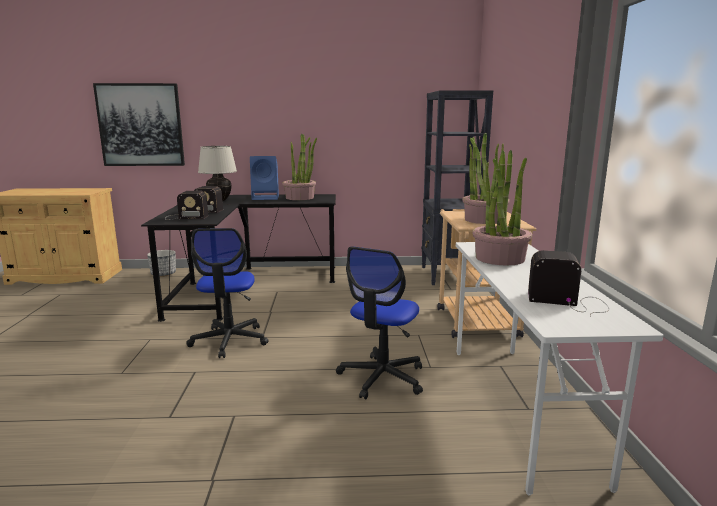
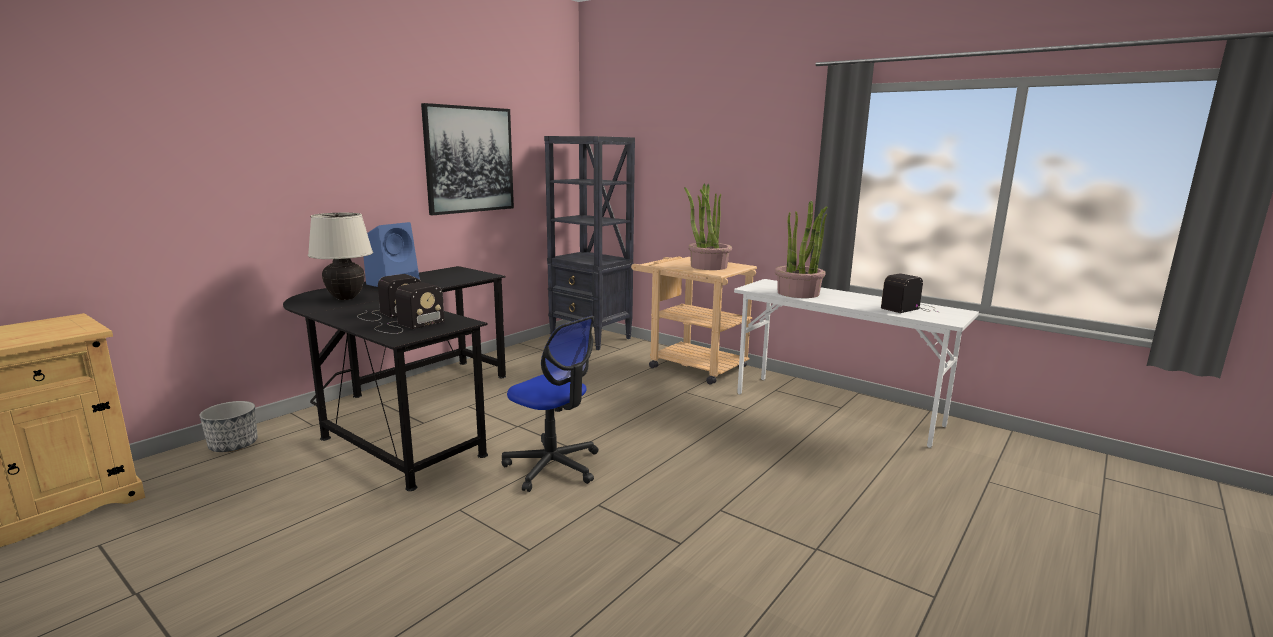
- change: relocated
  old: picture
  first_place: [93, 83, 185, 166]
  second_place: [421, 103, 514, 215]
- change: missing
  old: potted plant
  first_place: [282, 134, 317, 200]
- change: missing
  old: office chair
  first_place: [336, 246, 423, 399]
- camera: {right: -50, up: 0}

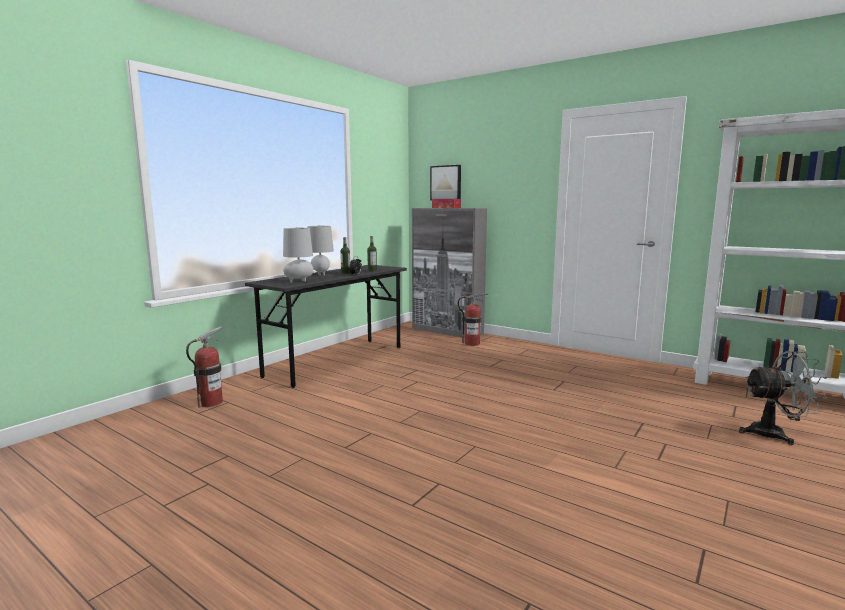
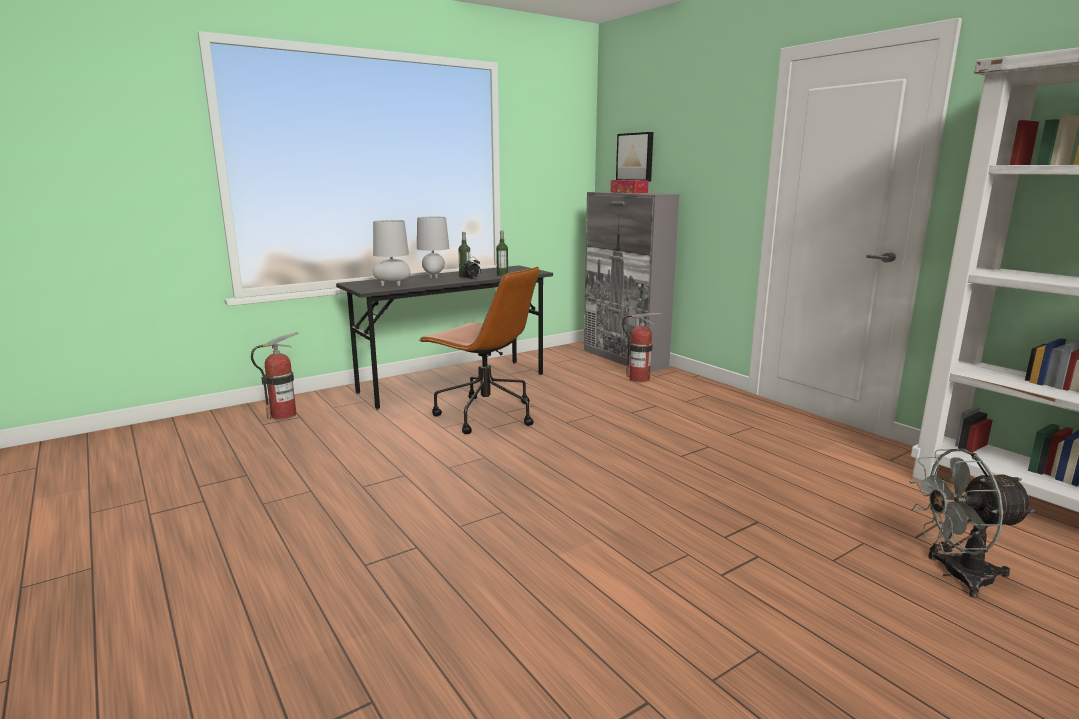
- change: spun
  old: grey fan
  first_place: [739, 351, 827, 445]
  second_place: [909, 449, 1035, 598]
  degrees: 150
- change: appeared
  new: brown office chair
  second_place: [418, 266, 540, 434]
- camera: {right: 20, up: 5}

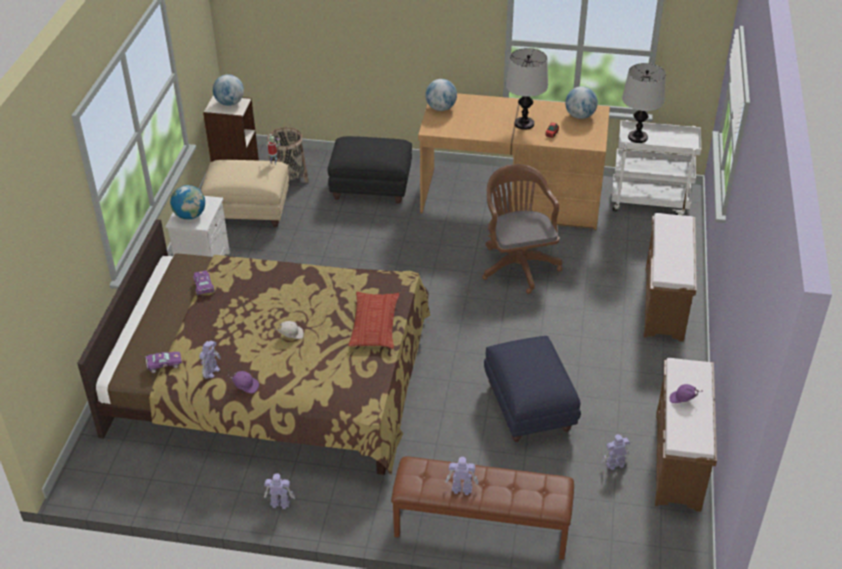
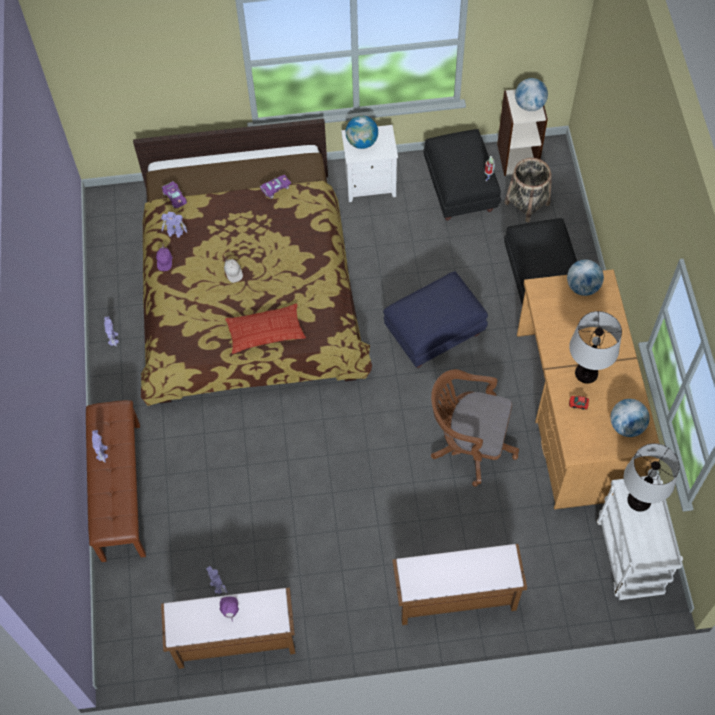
- change: colour
  old: beige ottoman
  new: black ottoman
  first_place: [201, 160, 289, 227]
  second_place: [424, 129, 501, 221]
- change: spun
  old: brown office chair
  first_place: [482, 164, 562, 294]
  second_place: [431, 369, 519, 487]
  degrees: -135
- change: relocated
  old: blue ottoman
  first_place: [484, 336, 581, 442]
  second_place: [383, 271, 488, 368]
- camera: {right: 75, up: 20}

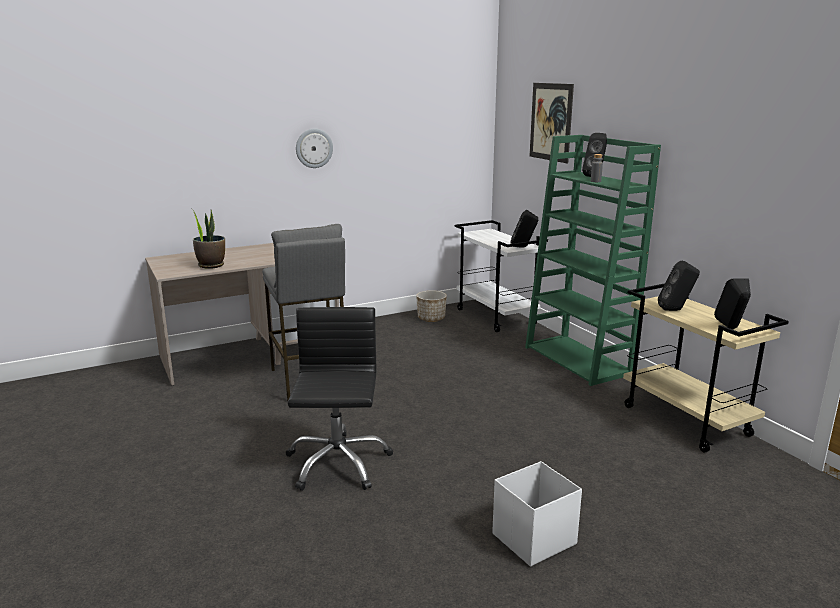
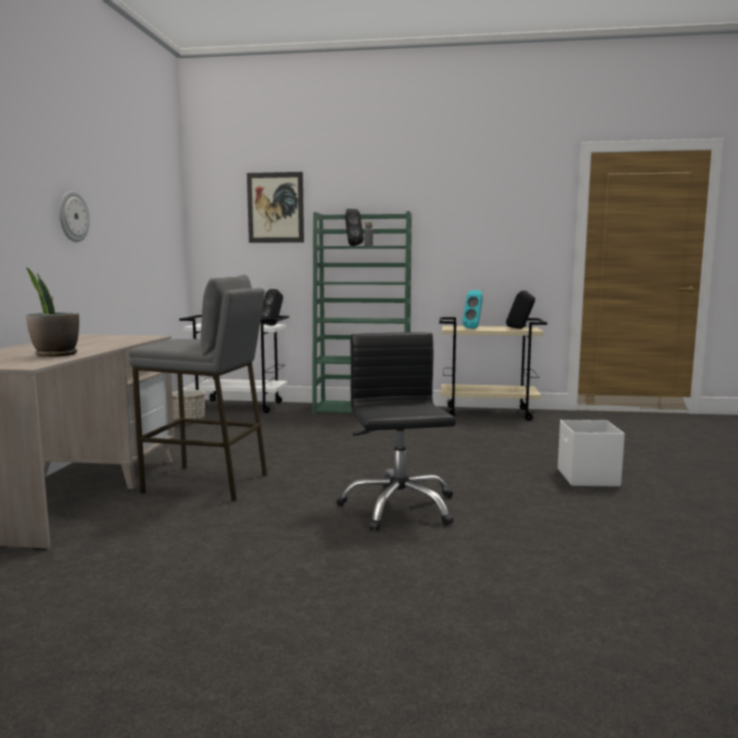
- change: colour
  old: black speaker
  new: turquoise speaker
  first_place: [658, 261, 700, 311]
  second_place: [462, 290, 483, 329]
- change: spun
  old: black office chair
  first_place: [285, 307, 393, 491]
  second_place: [337, 332, 456, 531]
  degrees: 45
- camera: {right: -55, up: -10}

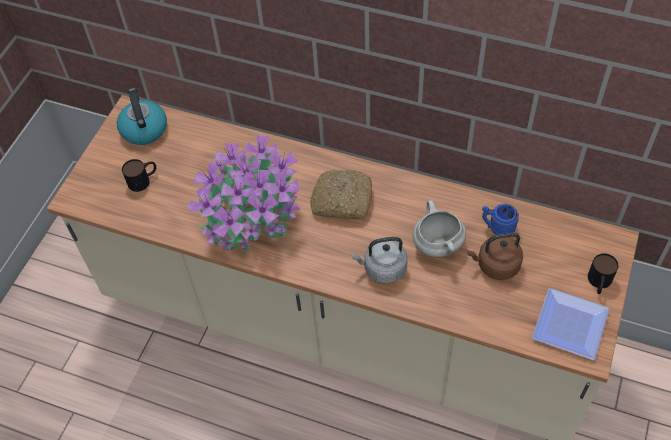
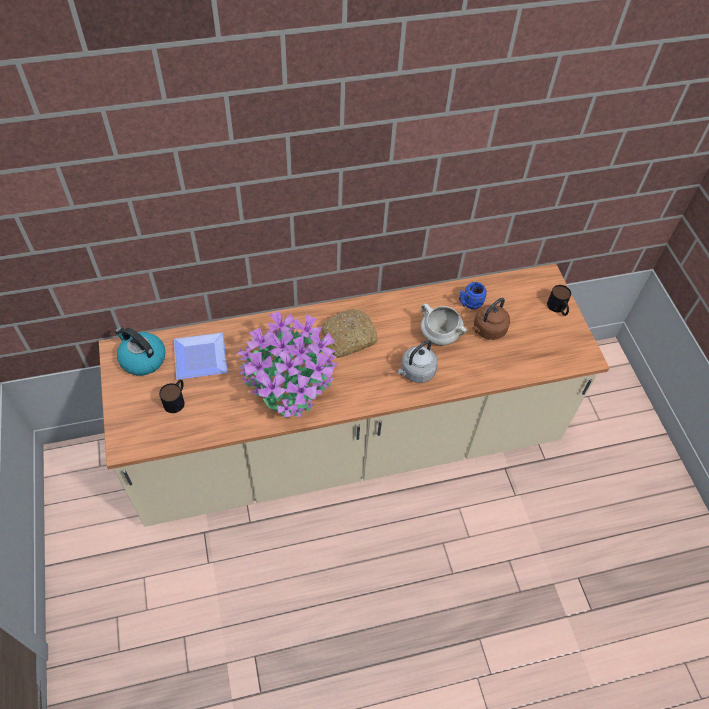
- change: relocated
  old: plate
  first_place: [532, 288, 610, 360]
  second_place: [174, 332, 227, 380]
- camera: {right: -40, up: 0}

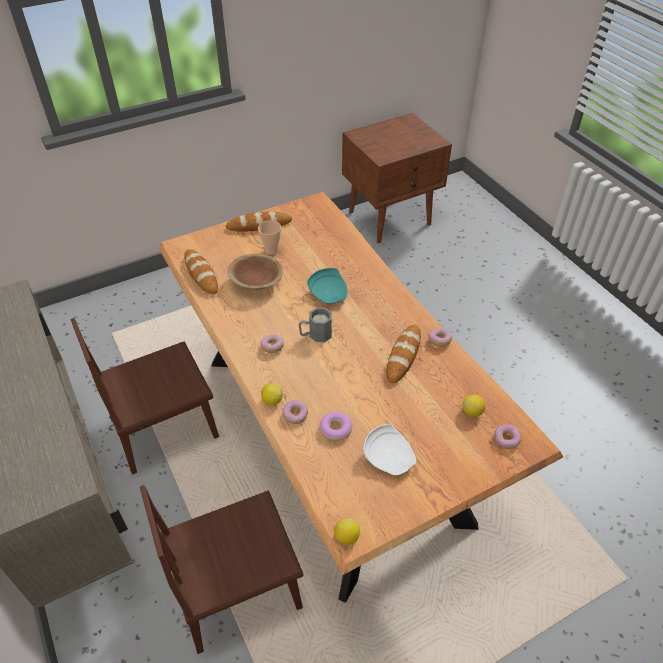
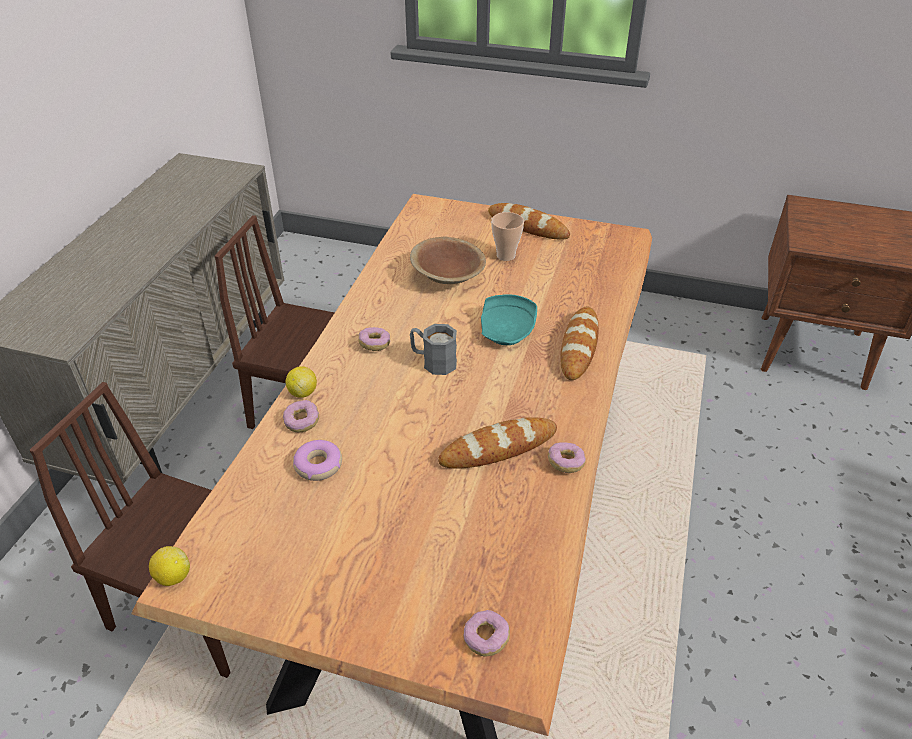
- change: relocated
  old: bread
  first_place: [184, 249, 218, 294]
  second_place: [560, 307, 599, 380]
- change: missing
  old: lemon
  first_place: [462, 395, 485, 417]
- change: missing
  old: white plate
  first_place: [364, 424, 416, 475]
- camera: {right: 45, up: -5}

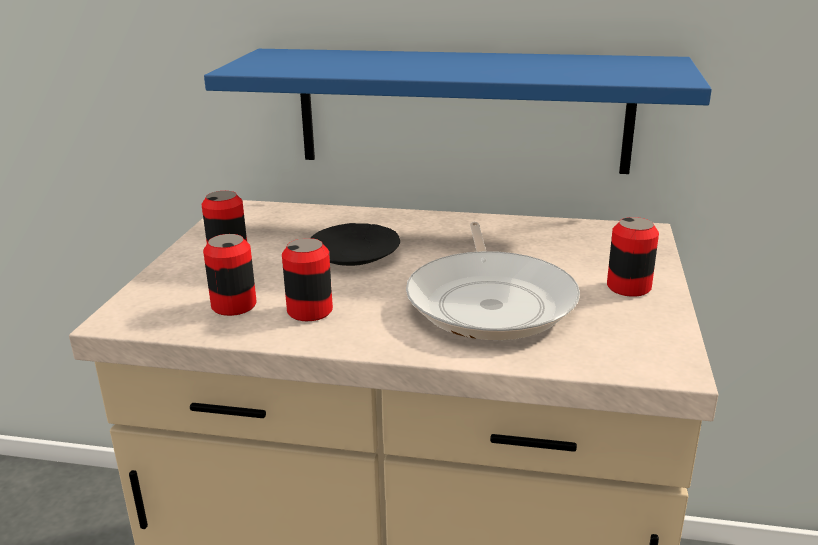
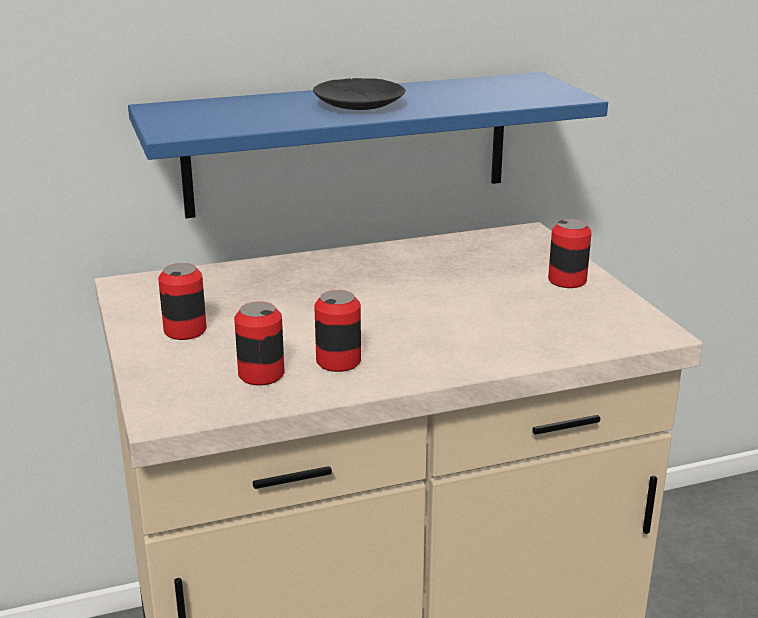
- change: missing
  old: frying pan
  first_place: [406, 222, 580, 340]
- change: relocated
  old: black plate
  first_place: [311, 223, 400, 266]
  second_place: [313, 78, 406, 110]
- camera: {right: -30, up: 0}

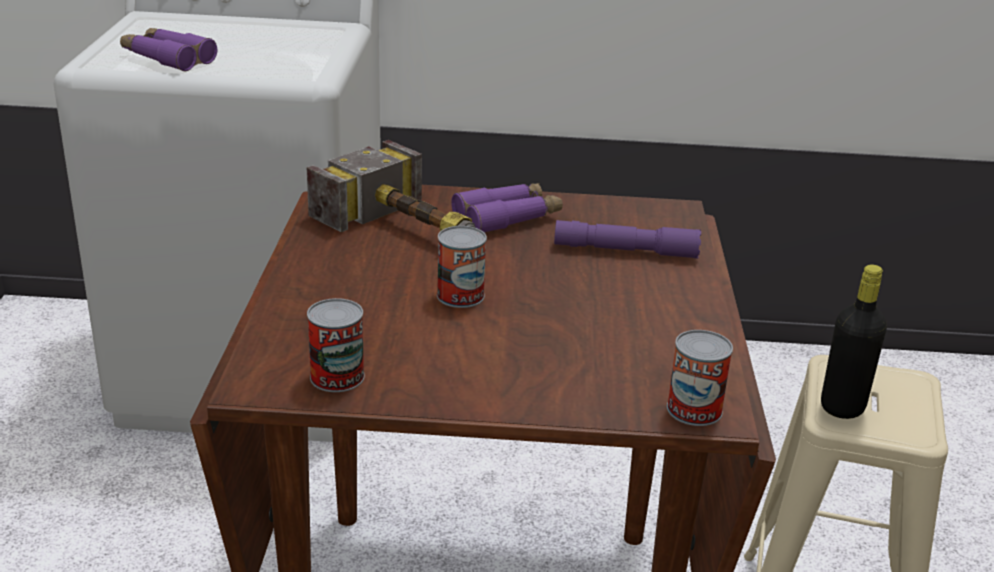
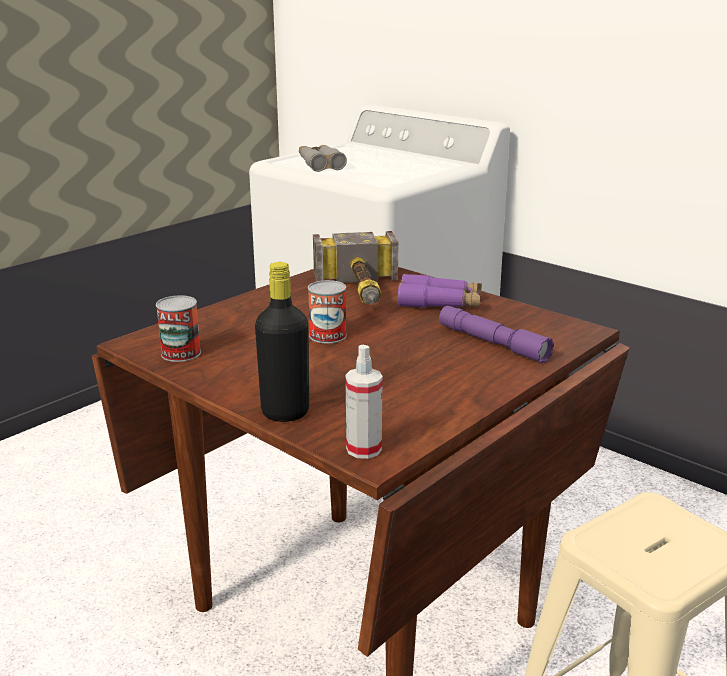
- change: colour
  old: purple binoculars
  new: grey binoculars
  first_place: [120, 28, 217, 71]
  second_place: [299, 145, 347, 172]
- change: relocated
  old: black bottle
  first_place: [821, 265, 887, 419]
  second_place: [255, 262, 309, 422]
- change: exchanged
  old: can
  new: spray bottle
  first_place: [667, 330, 733, 426]
  second_place: [346, 345, 383, 459]
- camera: {right: 40, up: -5}

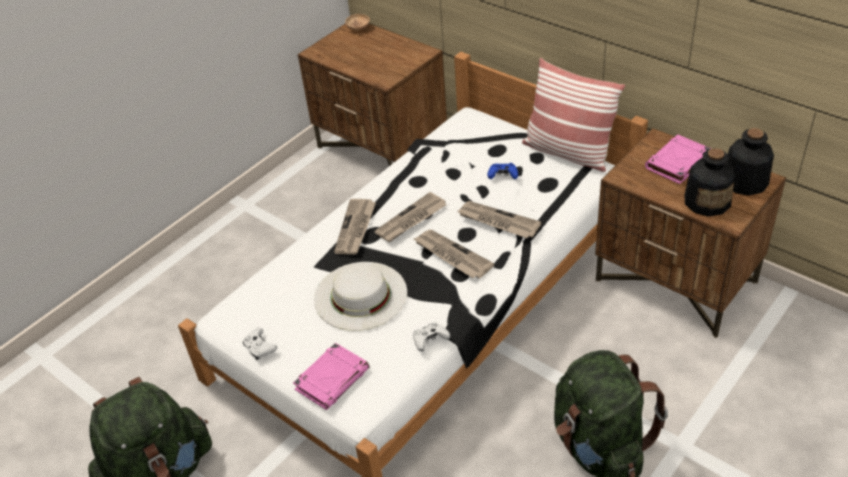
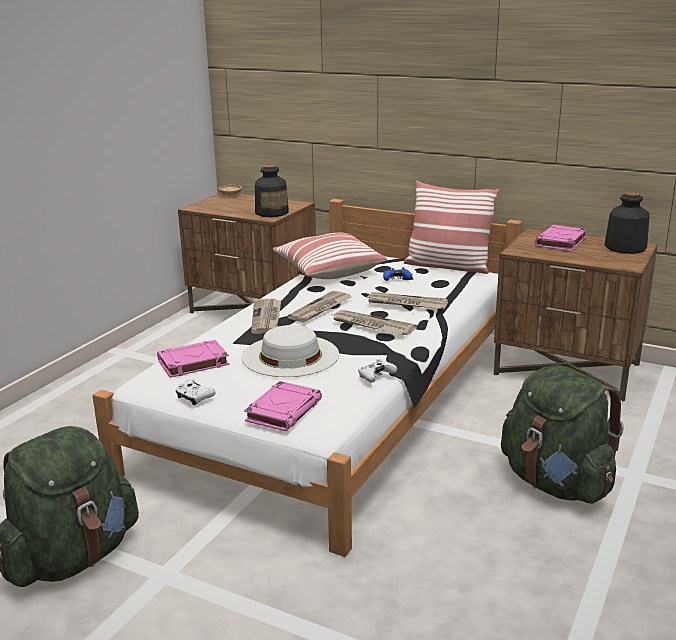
- change: relocated
  old: bottle
  first_place: [684, 148, 735, 217]
  second_place: [255, 165, 289, 217]
- change: appeared
  new: pillow
  second_place: [273, 233, 387, 279]
- change: appeared
  new: pink book
  second_place: [157, 340, 229, 378]
- camera: {right: -15, up: -20}

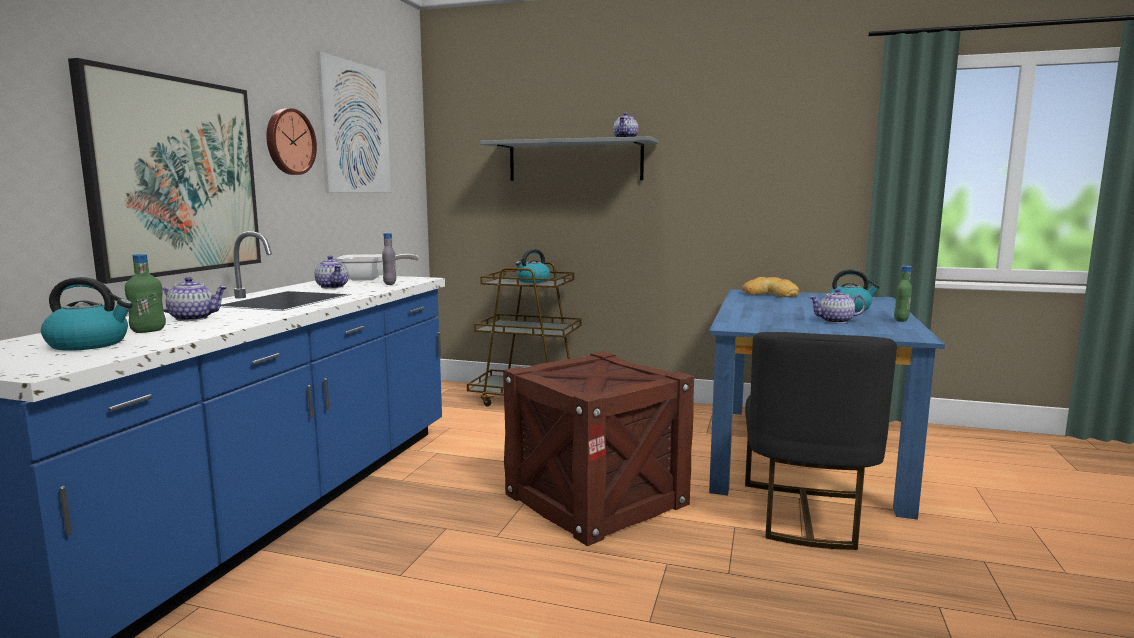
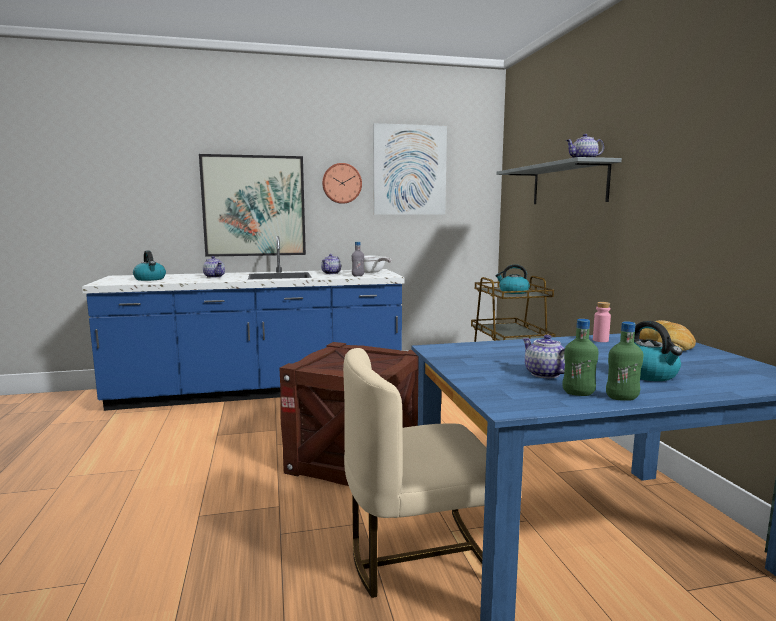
- change: relocated
  old: green bottle
  first_place: [125, 254, 166, 333]
  second_place: [562, 319, 599, 396]
- change: colour
  old: black chair
  new: beige chair
  first_place: [745, 332, 897, 550]
  second_place: [343, 348, 487, 598]
- change: appeared
  new: pink bottle
  second_place: [593, 302, 611, 342]
- camera: {right: 60, up: 0}

